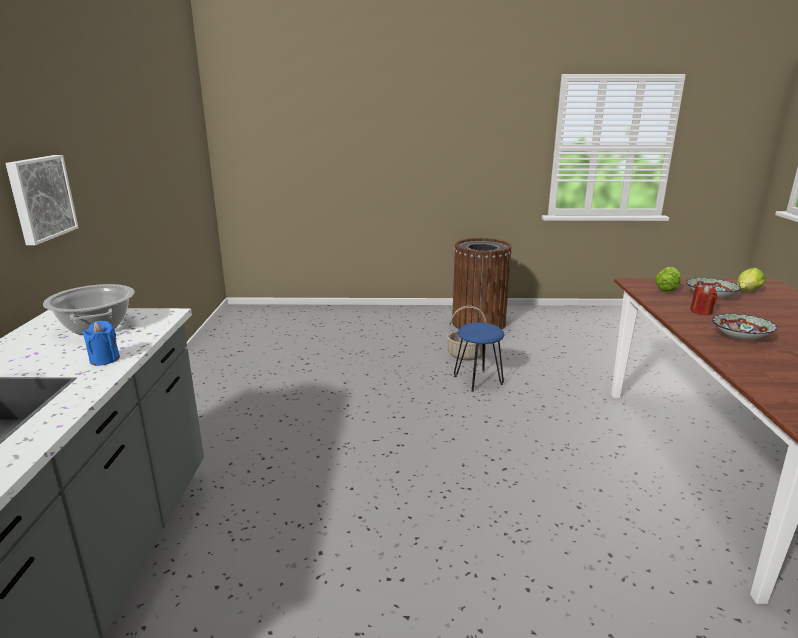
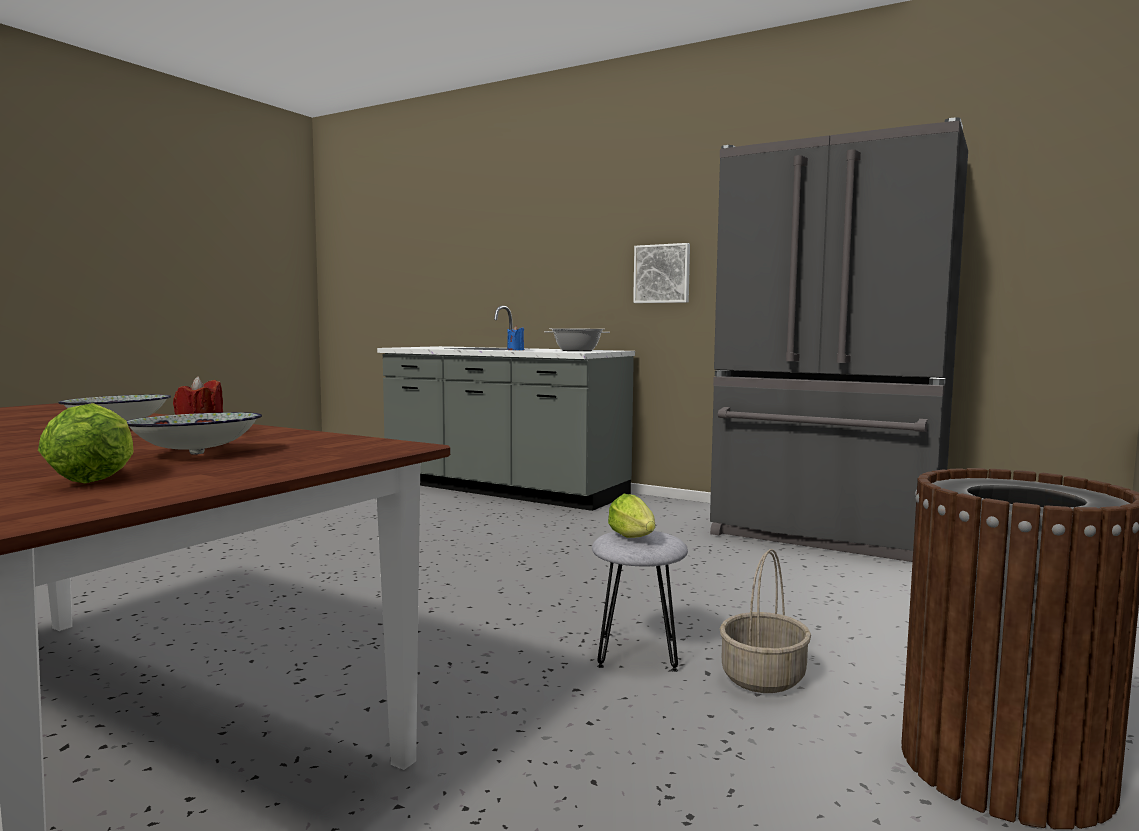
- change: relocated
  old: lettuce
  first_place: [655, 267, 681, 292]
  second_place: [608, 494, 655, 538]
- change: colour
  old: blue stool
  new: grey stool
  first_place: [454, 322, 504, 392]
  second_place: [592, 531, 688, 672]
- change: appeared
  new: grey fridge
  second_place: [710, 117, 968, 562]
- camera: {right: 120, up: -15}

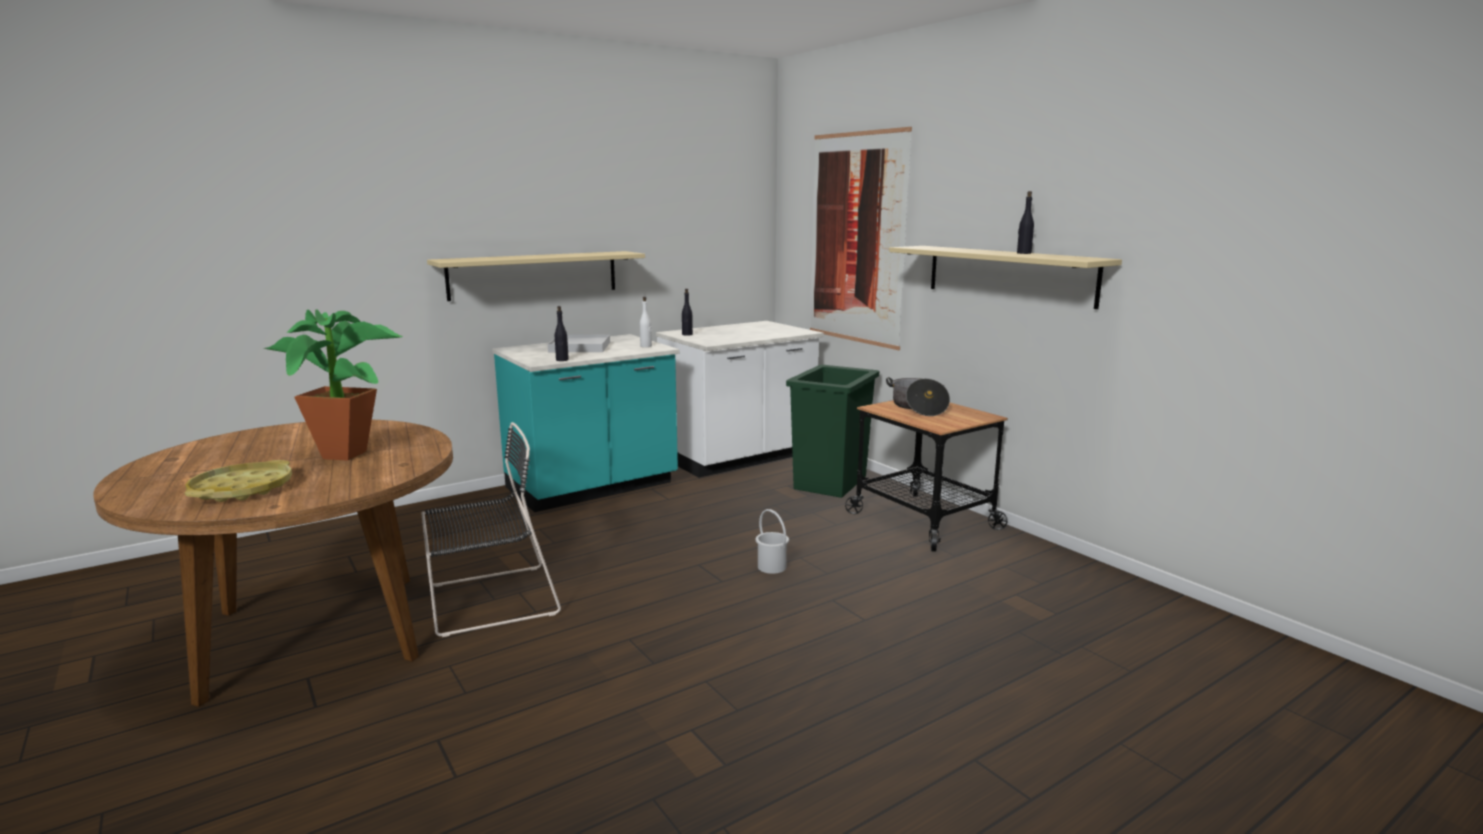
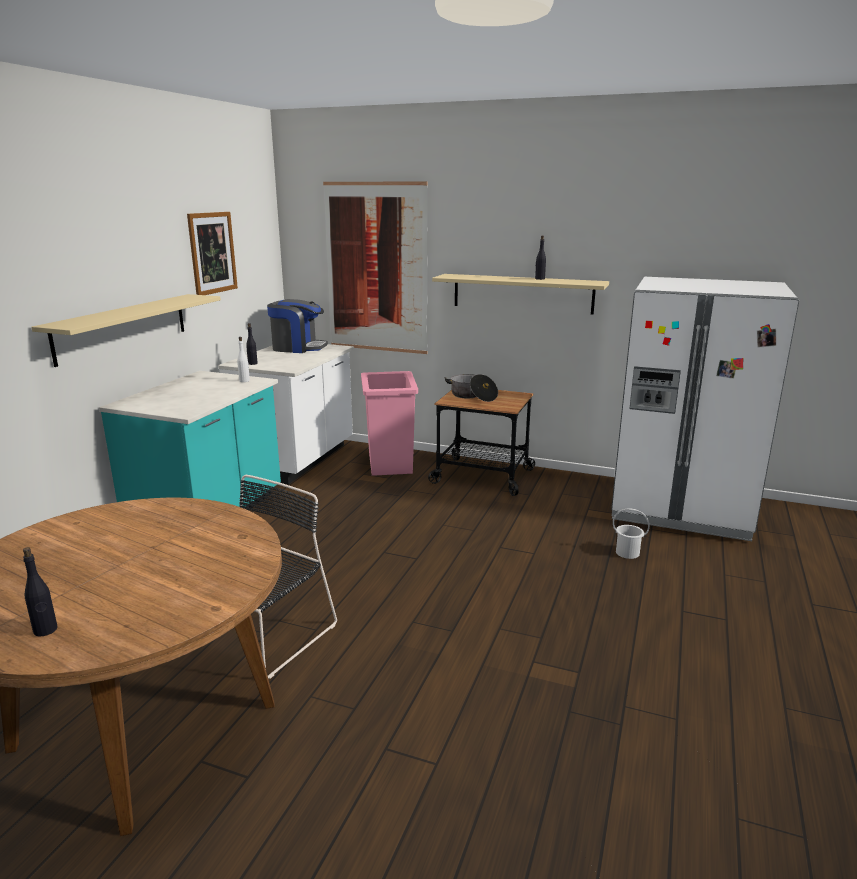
- change: relocated
  old: black bottle
  first_place: [555, 306, 569, 361]
  second_place: [23, 547, 57, 636]
- change: missing
  old: potted plant
  first_place: [264, 309, 403, 461]
- change: missing
  old: white tray
  first_place: [548, 335, 610, 352]
- change: colour
  old: green trash can
  new: pink trash can
  first_place: [786, 365, 879, 498]
  second_place: [361, 371, 418, 476]
- change: missing
  old: yellow tray
  first_place: [185, 460, 292, 502]
- change: relocated
  old: white bucket
  first_place: [756, 509, 789, 574]
  second_place: [613, 508, 650, 559]
- change: appeared
  new: picture
  second_place: [187, 212, 238, 295]
- change: appeared
  new: white fridge
  second_place: [611, 277, 799, 541]
- change: appeared
  new: coffee machine
  second_place: [267, 299, 328, 353]
- camera: {right: -35, up: 5}

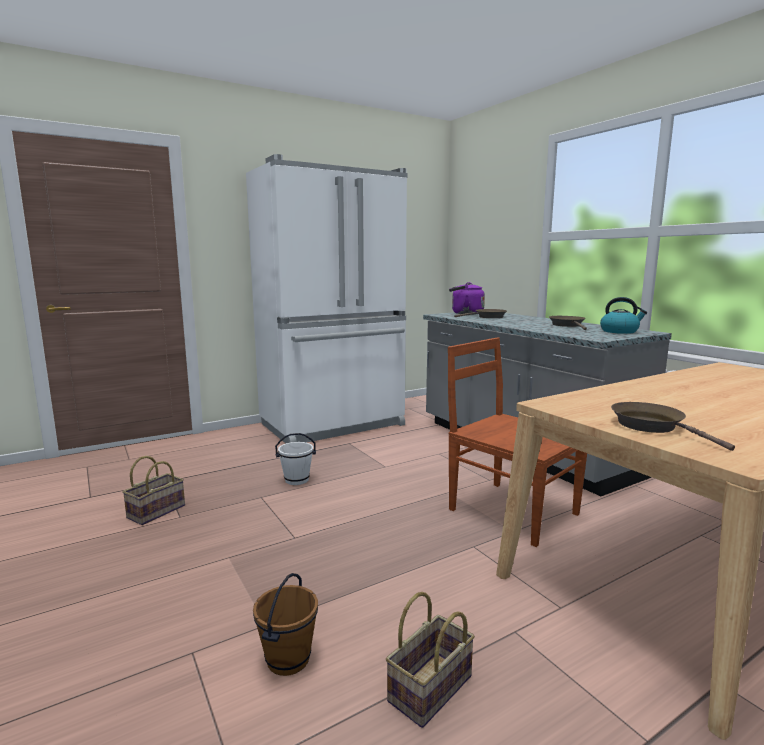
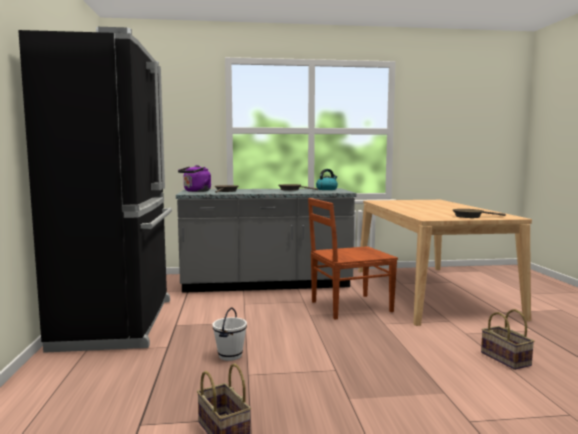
- change: colour
  old: white fridge
  new: black fridge
  first_place: [246, 154, 407, 444]
  second_place: [18, 27, 172, 353]
- change: missing
  old: brown bucket
  first_place: [253, 573, 318, 676]
- camera: {right: -65, up: -5}

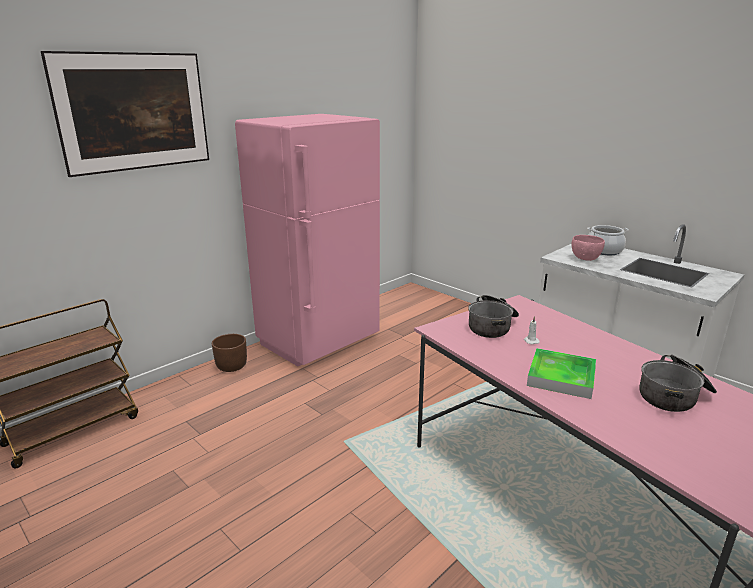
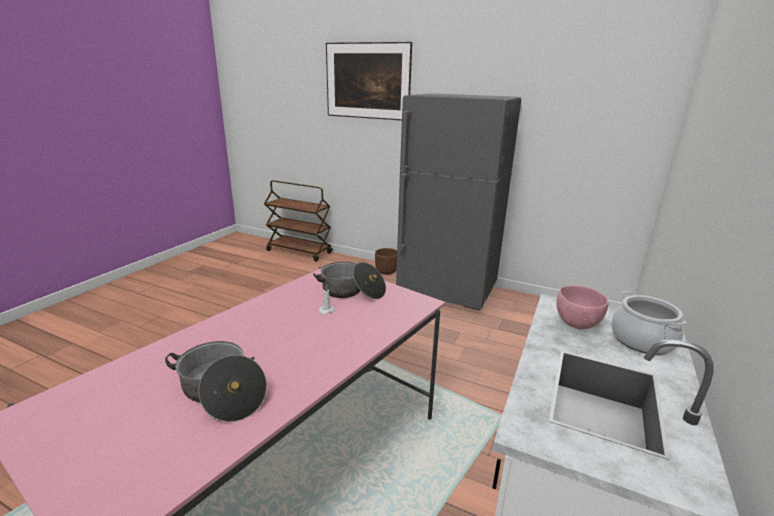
- change: colour
  old: pink fridge
  new: grey fridge
  first_place: [235, 114, 380, 366]
  second_place: [396, 93, 521, 311]
- change: missing
  old: tray
  first_place: [527, 348, 596, 399]
- camera: {right: 70, up: 0}

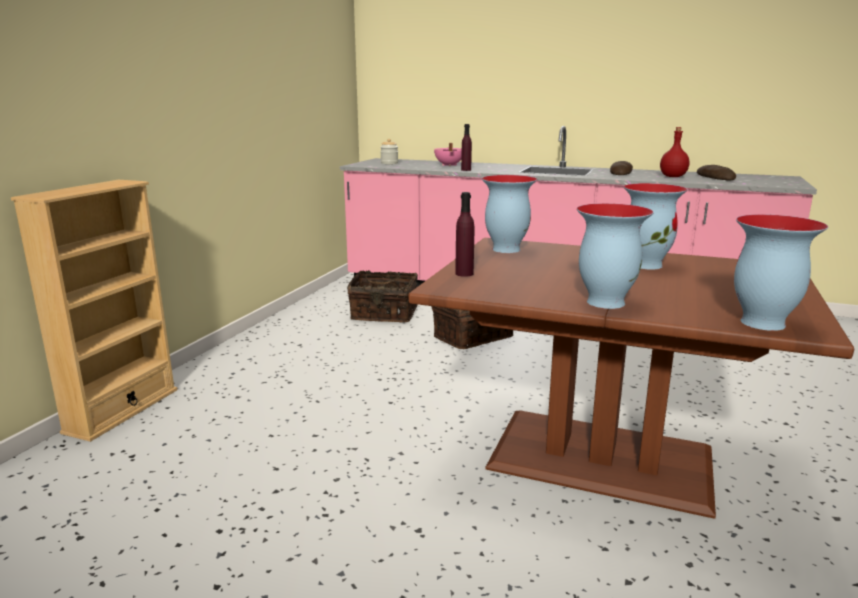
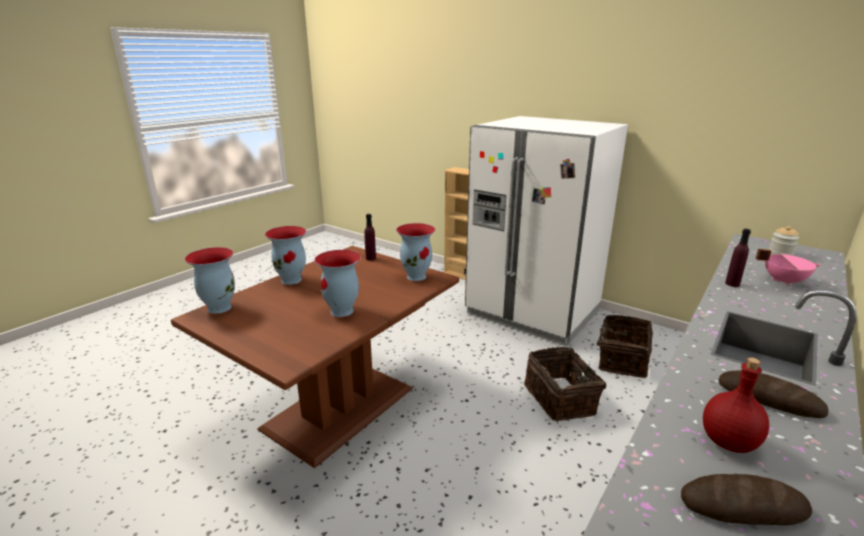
- change: appeared
  new: white fridge
  second_place: [465, 116, 628, 346]
- camera: {right: 105, up: 5}

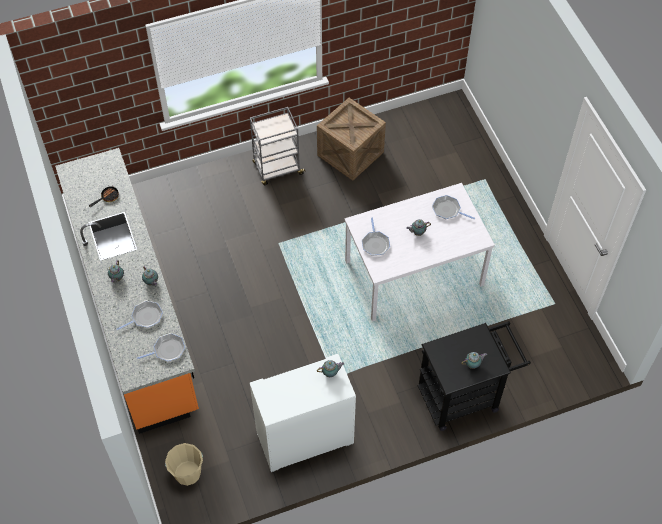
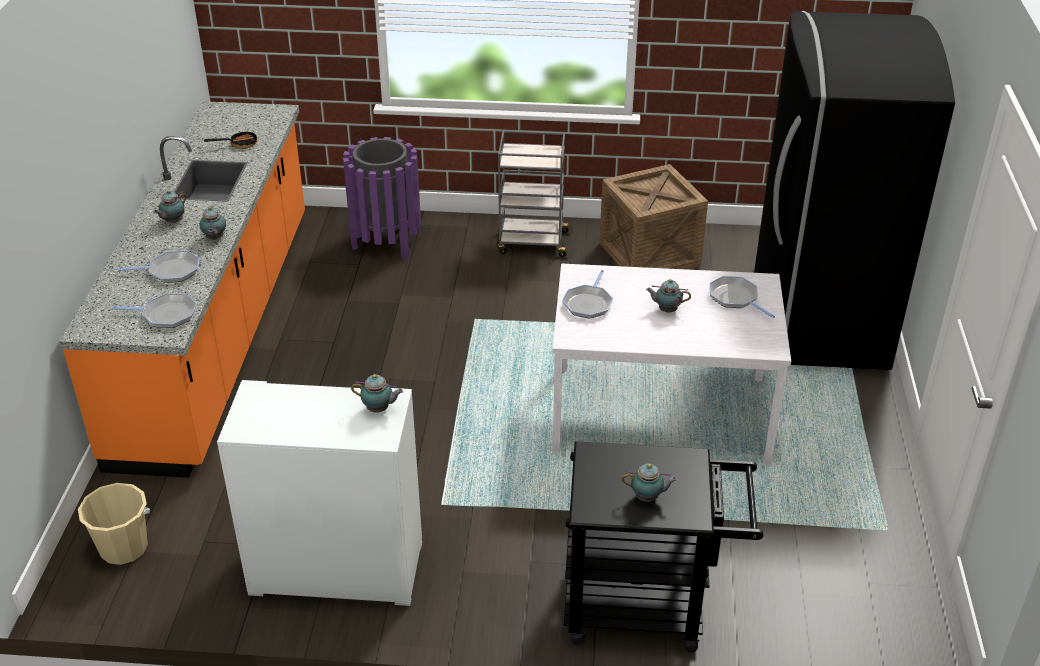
- change: appeared
  new: black fridge
  second_place: [754, 11, 955, 371]
- change: appeared
  new: purple trash can
  second_place: [343, 137, 421, 260]
- camera: {right: 25, up: -20}

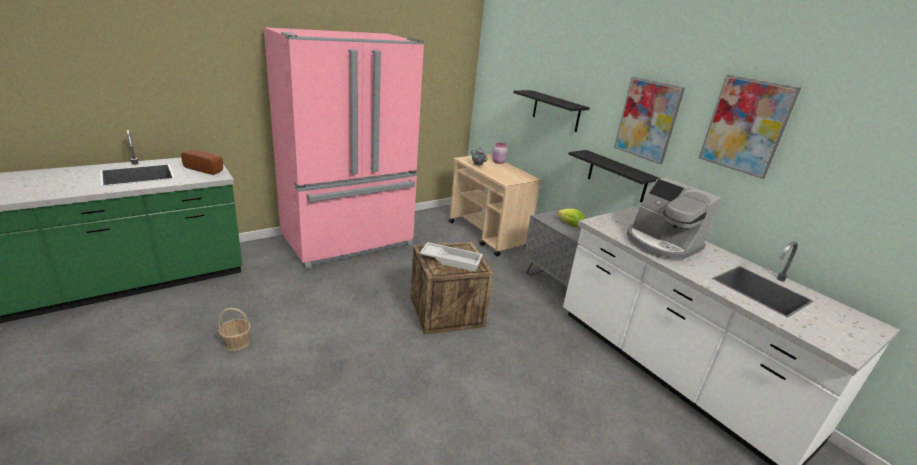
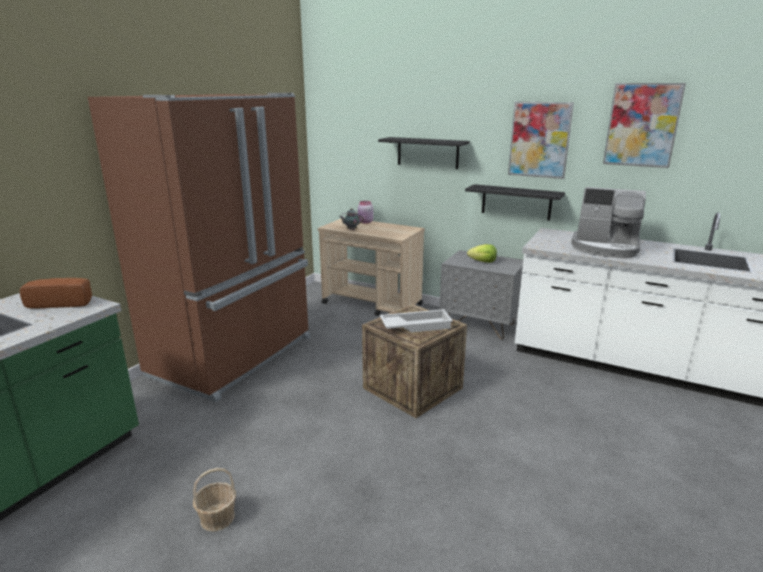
- change: colour
  old: pink fridge
  new: brown fridge
  first_place: [264, 27, 424, 269]
  second_place: [88, 93, 310, 402]
- camera: {right: -25, up: -5}

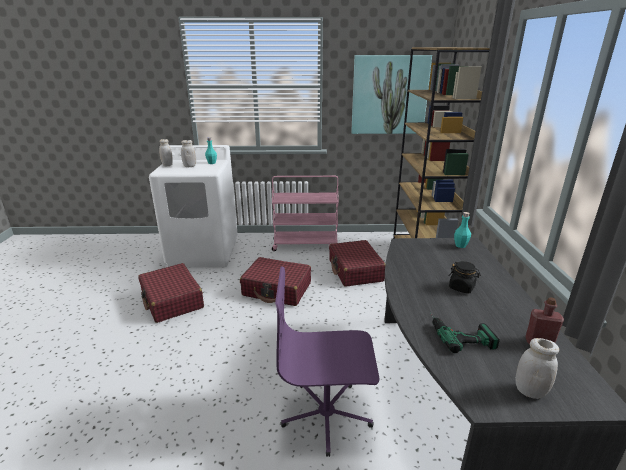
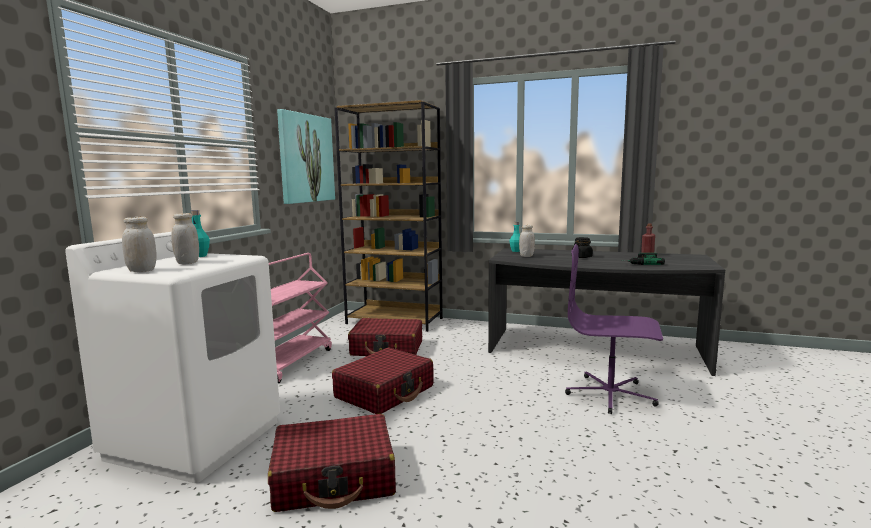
- change: spun
  old: purple office chair
  first_place: [275, 267, 379, 457]
  second_place: [565, 244, 663, 414]
  degrees: 90
- change: relocated
  old: white jar
  first_place: [515, 338, 559, 399]
  second_place: [519, 225, 535, 257]
- camera: {right: -70, up: -15}

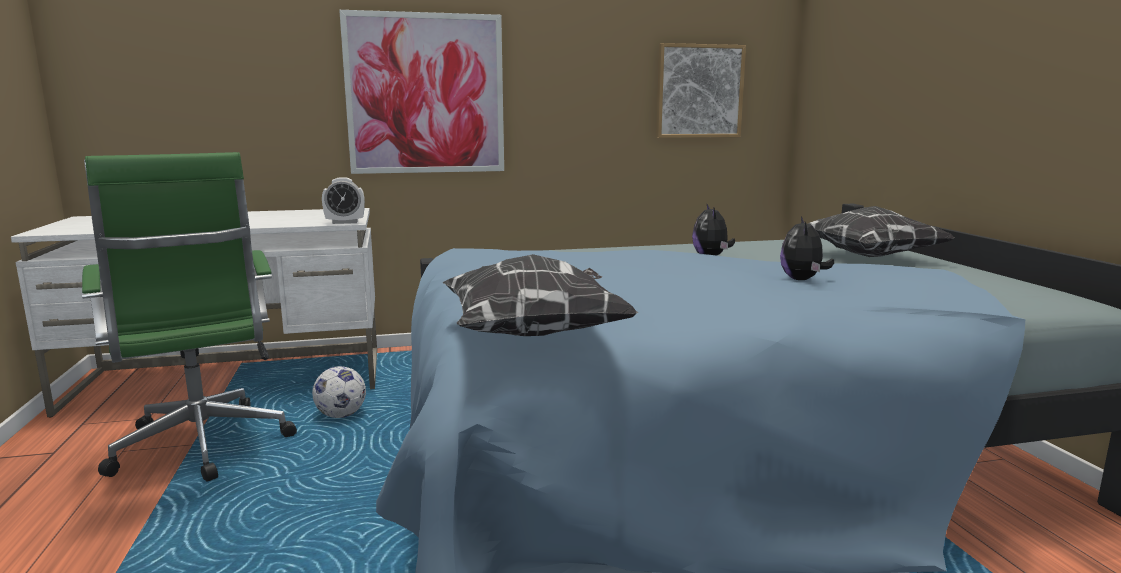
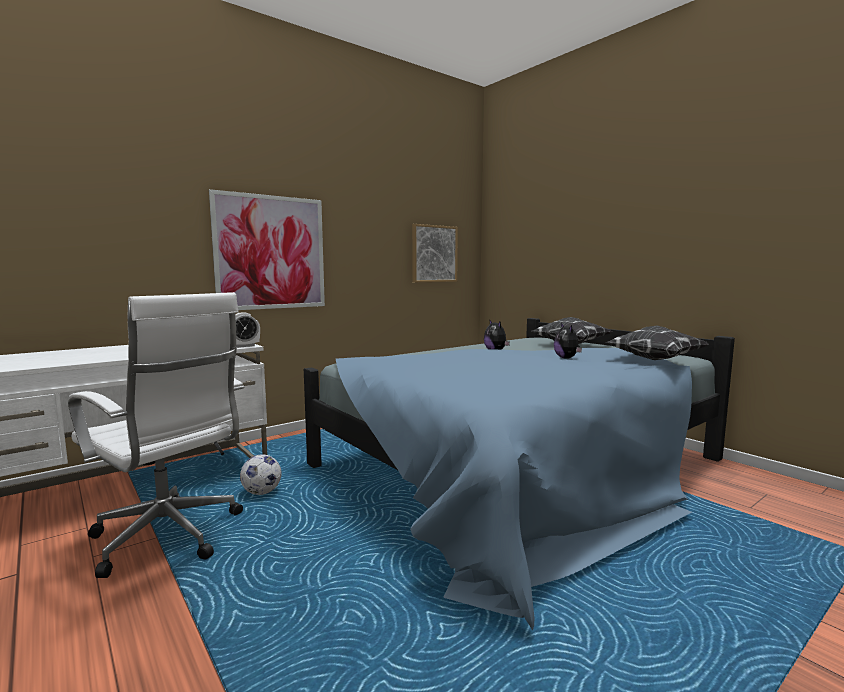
- change: colour
  old: green office chair
  new: white office chair
  first_place: [82, 152, 297, 482]
  second_place: [68, 292, 244, 578]
- change: relocated
  old: pillow
  first_place: [443, 254, 638, 336]
  second_place: [606, 326, 708, 360]
- camera: {right: -25, up: -5}

